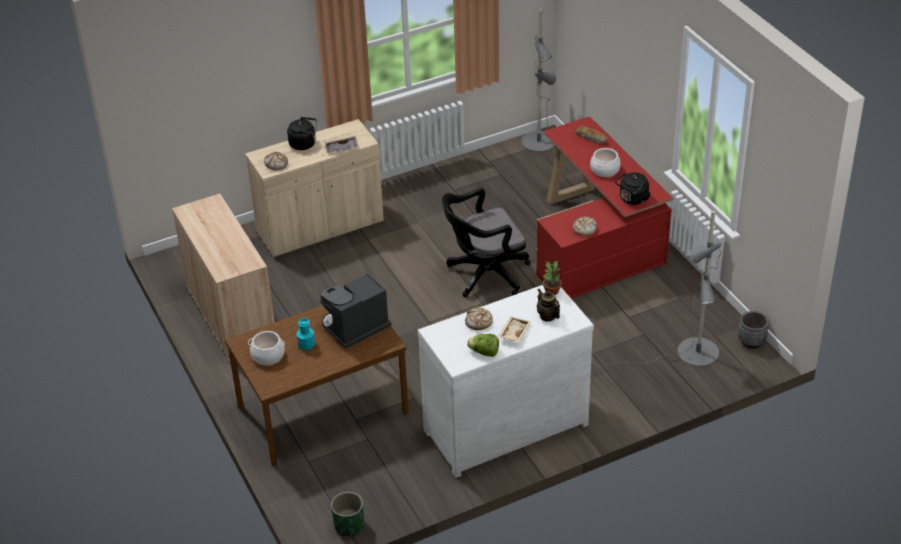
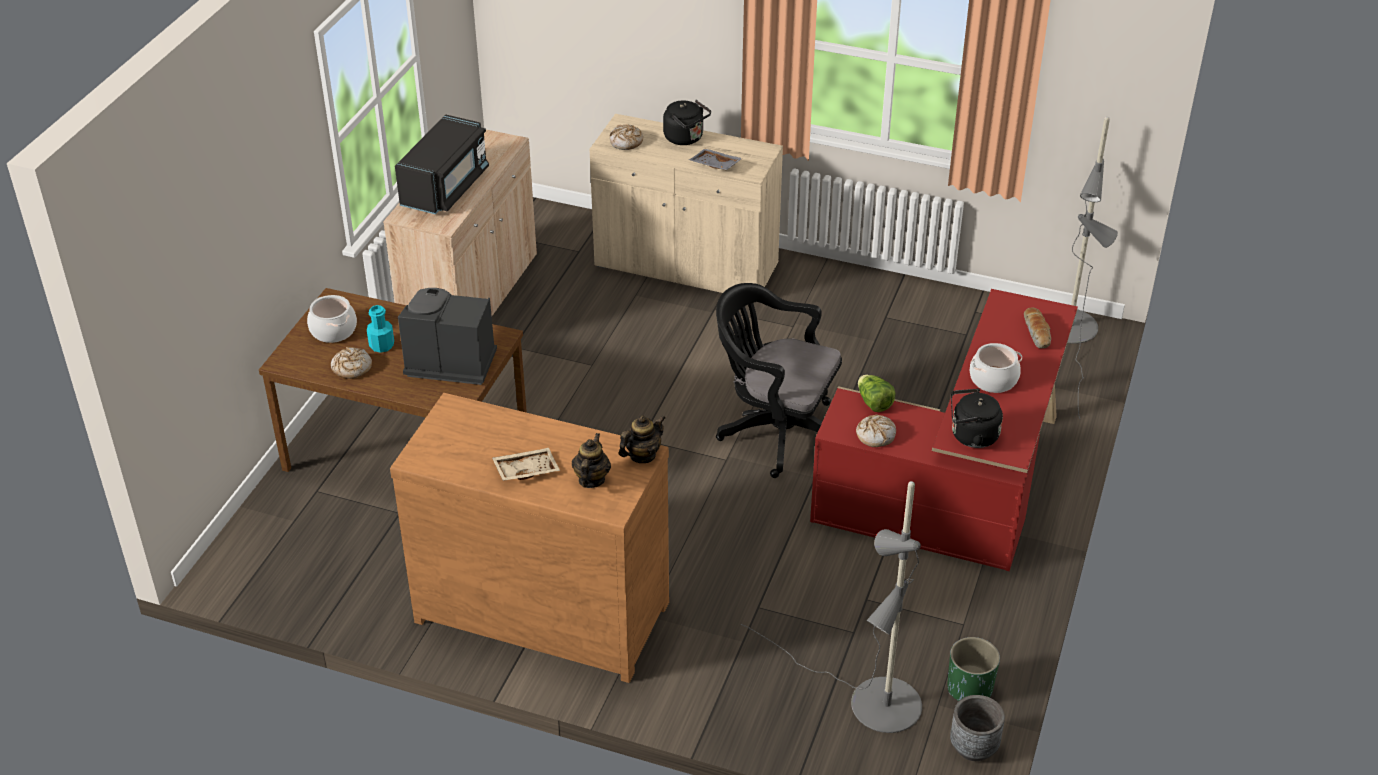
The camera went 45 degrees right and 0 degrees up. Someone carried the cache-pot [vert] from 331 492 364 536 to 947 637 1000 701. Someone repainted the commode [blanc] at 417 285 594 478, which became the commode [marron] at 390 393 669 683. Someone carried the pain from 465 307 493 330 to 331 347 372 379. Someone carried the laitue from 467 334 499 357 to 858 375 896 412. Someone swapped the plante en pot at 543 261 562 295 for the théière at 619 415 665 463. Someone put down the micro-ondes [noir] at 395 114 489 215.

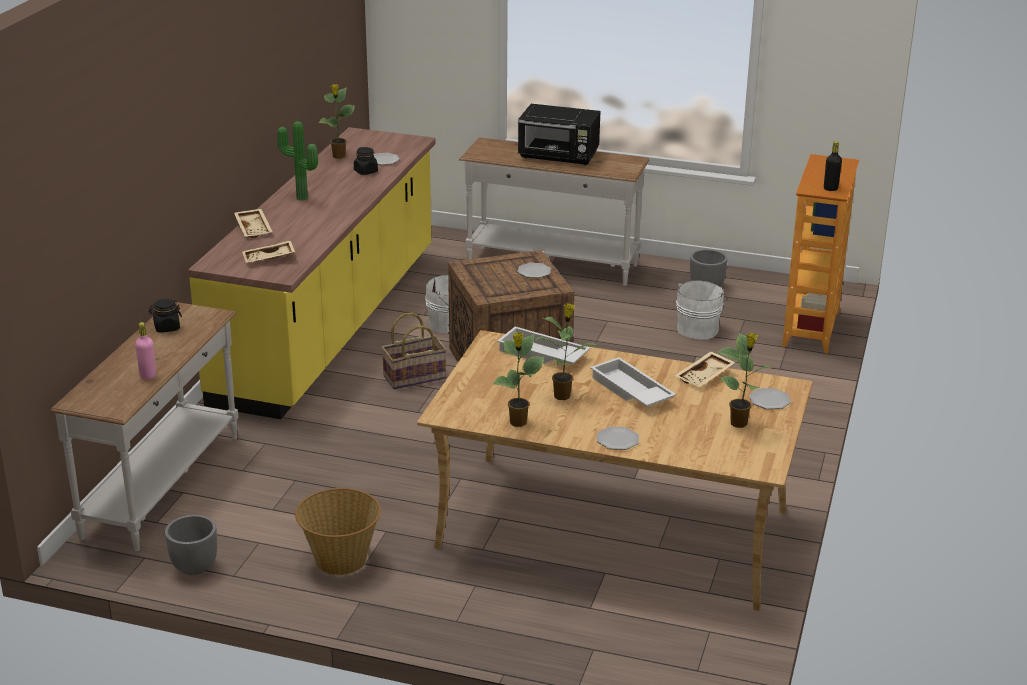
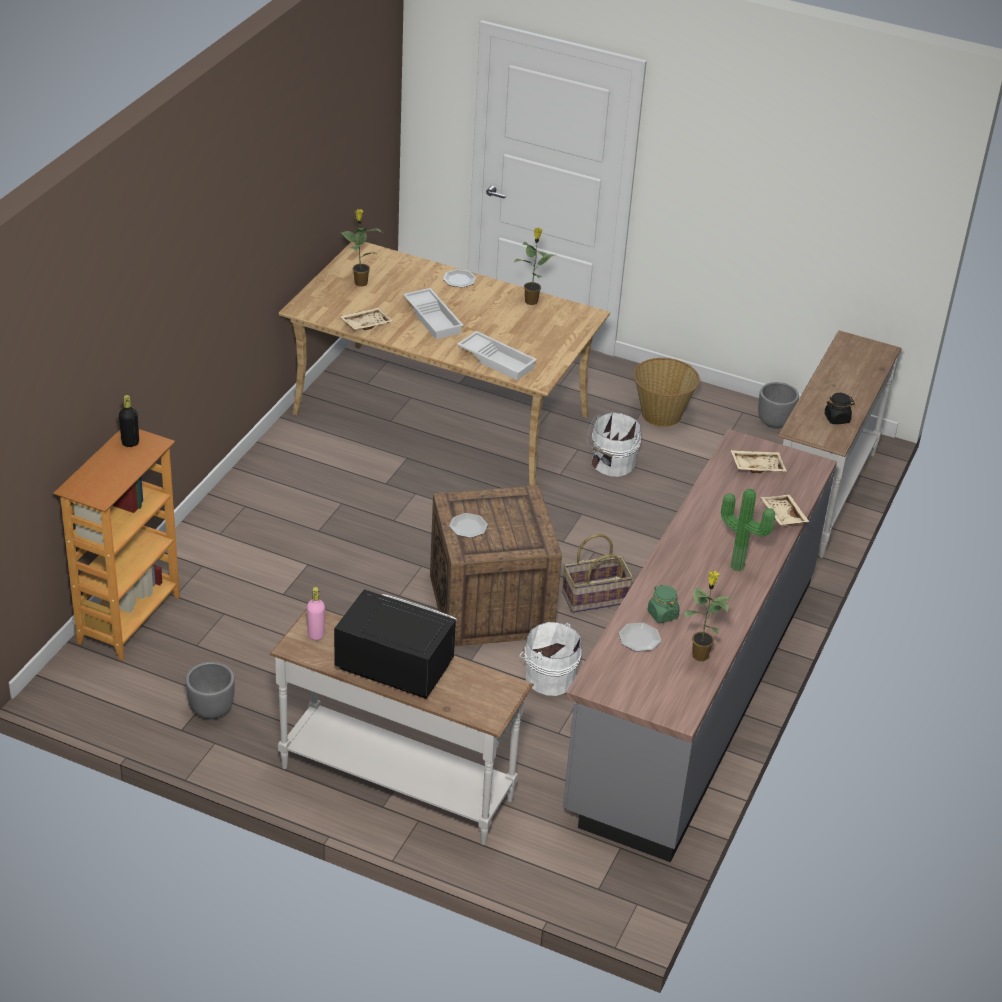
The camera went 175 degrees left and 10 degrees up. Someone carried the bouteille [rose] from 135 322 156 380 to 307 587 325 641. Someone repainted the comptoir de cuisine [jaune] at 188 127 435 419, which became the comptoir de cuisine [gris] at 563 429 837 862. Someone repainted the bocal [noir] at 354 147 378 175, which became the bocal [vert] at 647 585 680 623. Someone took away the plante en pot at 536 303 596 400. Someone carried the seau [blanc] from 676 280 728 339 to 587 412 641 477. Someone took away the assiette at 749 388 791 409.

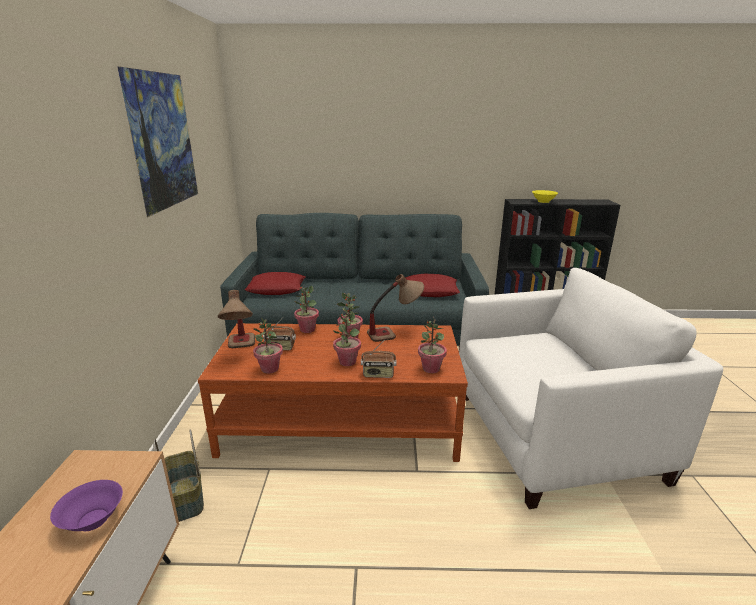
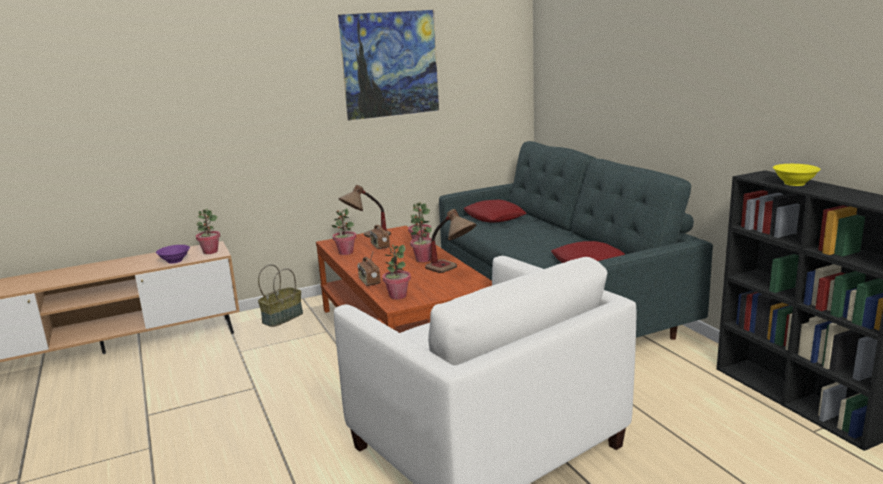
The camera went 65 degrees right and 5 degrees down. Someone carried the plante en pot from 333 312 361 366 to 196 209 220 254.

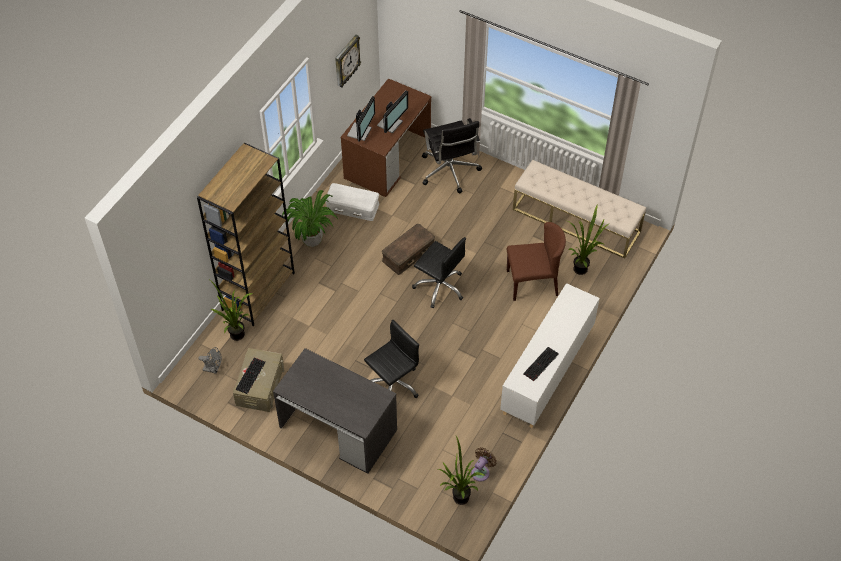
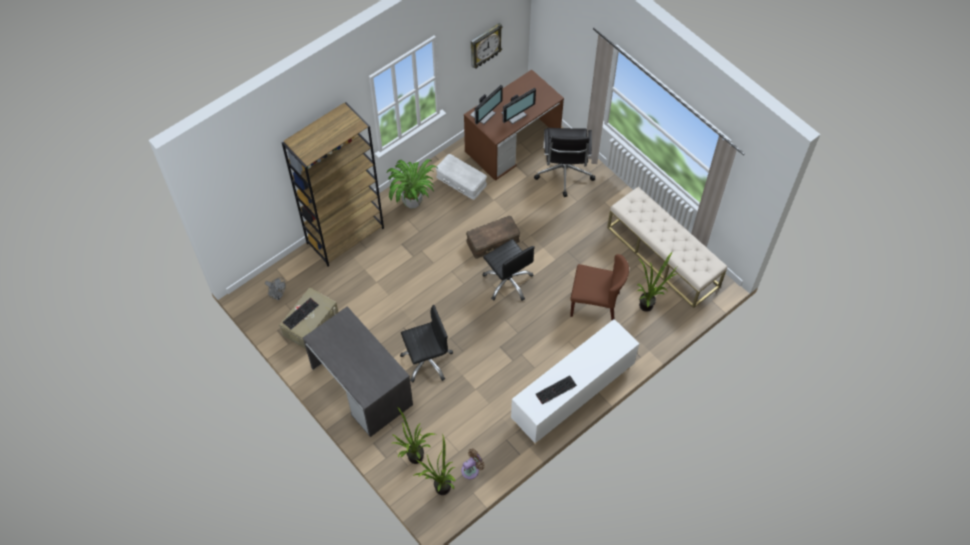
The camera went 20 degrees right and 5 degrees up. Someone carried the plante en pot from 210 280 253 341 to 391 406 435 464.

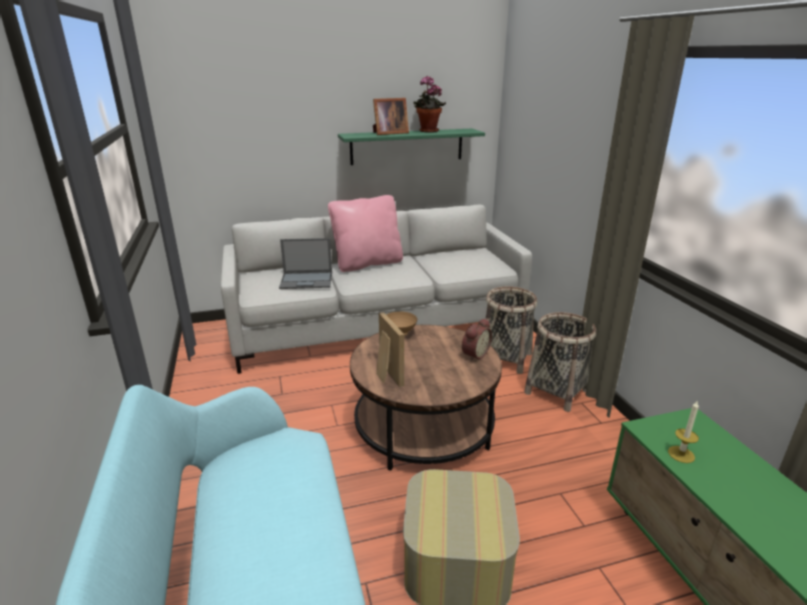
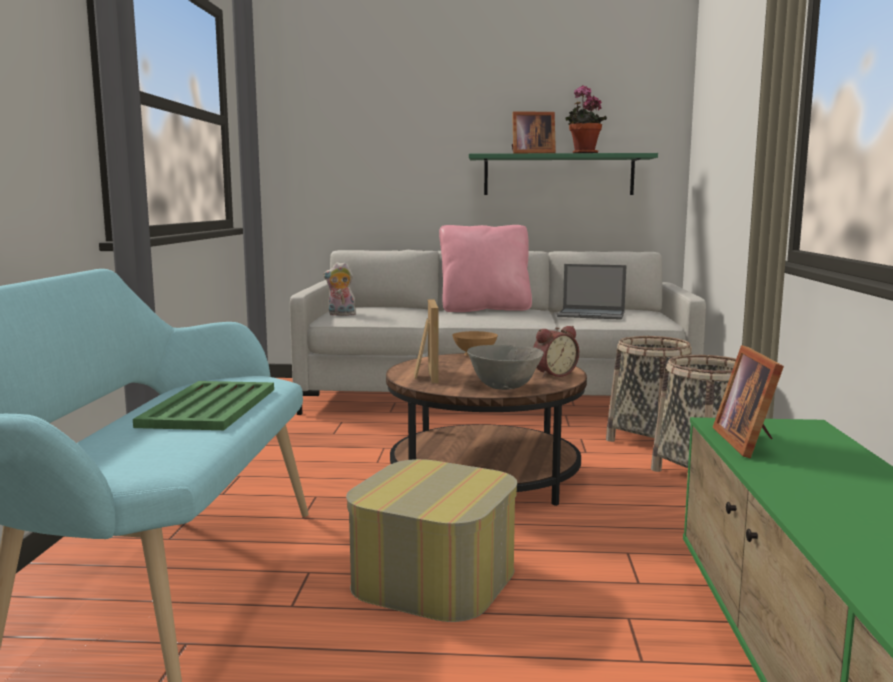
The camera went 20 degrees right and 15 degrees down. Someone carried the ordinateur portable from 279 238 332 289 to 557 264 626 320. Someone swapped the bougie at 668 400 699 463 for the cadre photo at 713 345 784 458. Someone put down the plateau [vert] at 133 381 274 430. Someone put down the peluche at 323 262 356 316. Someone put down the bol [gris] at 467 345 544 390.

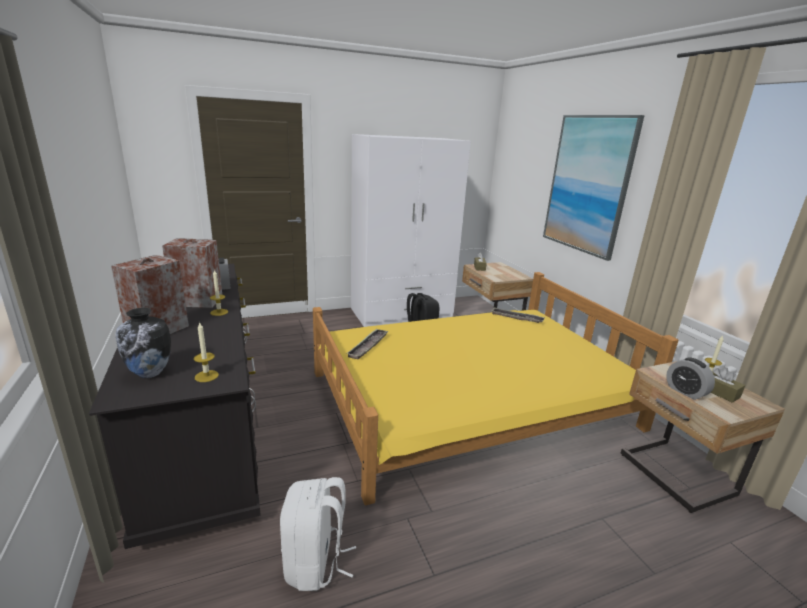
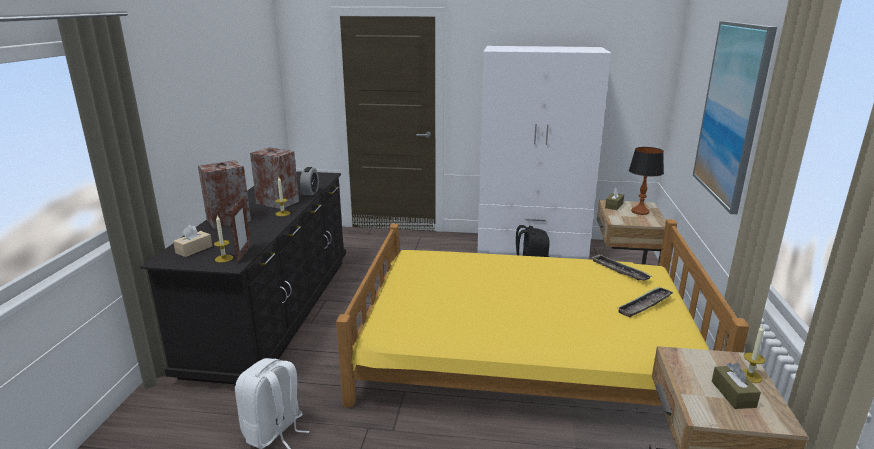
The camera went 30 degrees right and 0 degrees up. Someone swapped the vase at 115 308 171 378 for the boîte à mouchoirs [beige] at 173 225 212 257. Someone carried the plateau from 346 329 389 359 to 618 286 674 317. Someone took away the réveil at 666 357 715 400. Someone put down the cadre photo at 230 196 251 263. Someone put down the lampe de table at 629 147 664 215.

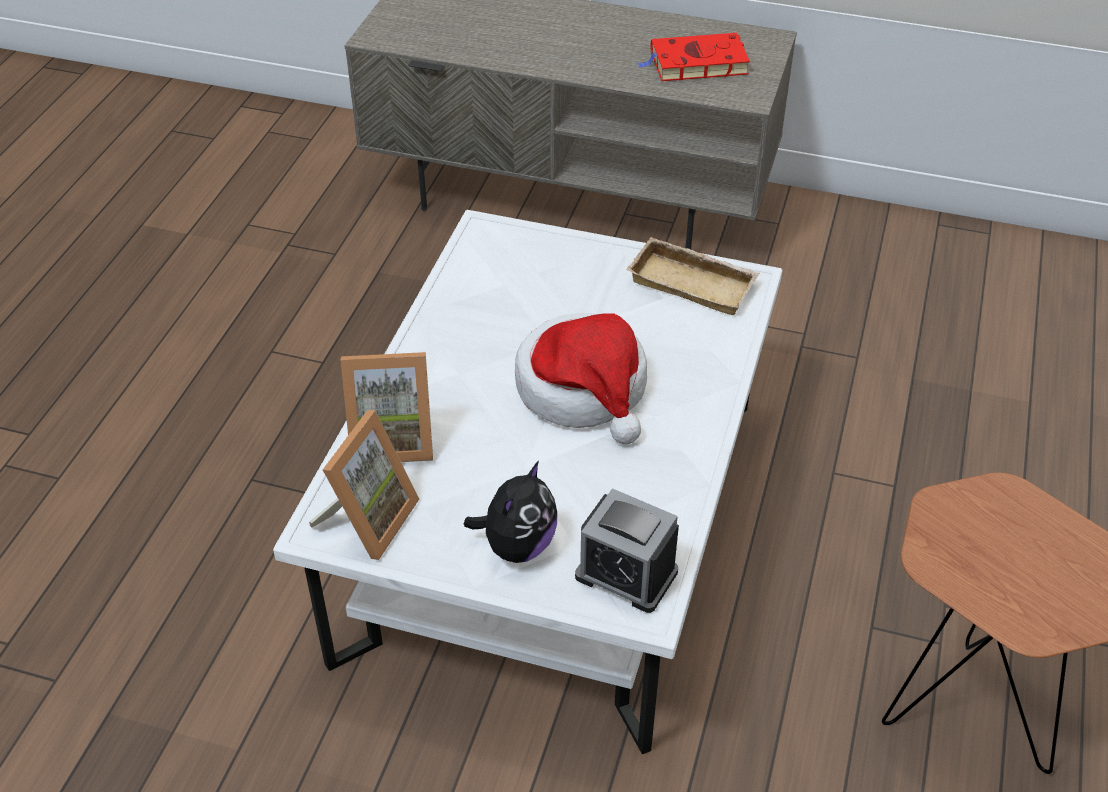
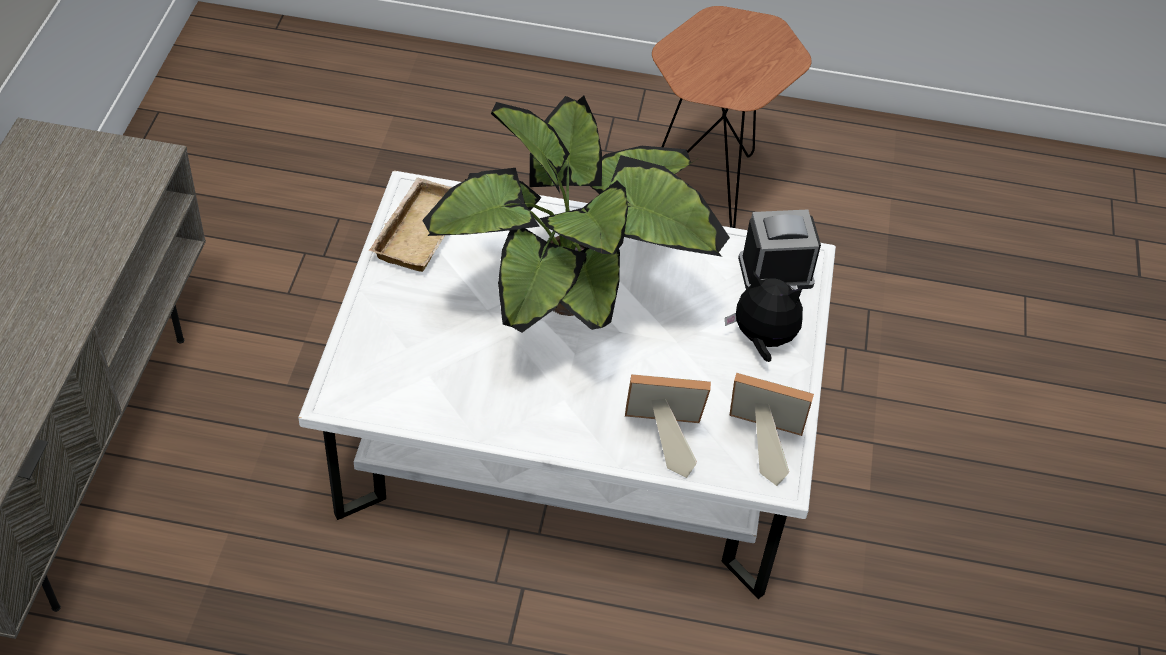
The camera went 100 degrees left and 5 degrees up. Someone rotated the cadre photo at 341 352 433 462 by 75 degrees counterclockwise. Someone swapped the chapeau at 515 313 647 444 for the plante en pot at 422 96 730 333. Someone rotated the réveil at 575 488 679 613 by 120 degrees counterclockwise. Someone took away the livre [rouge] at 636 33 750 81.

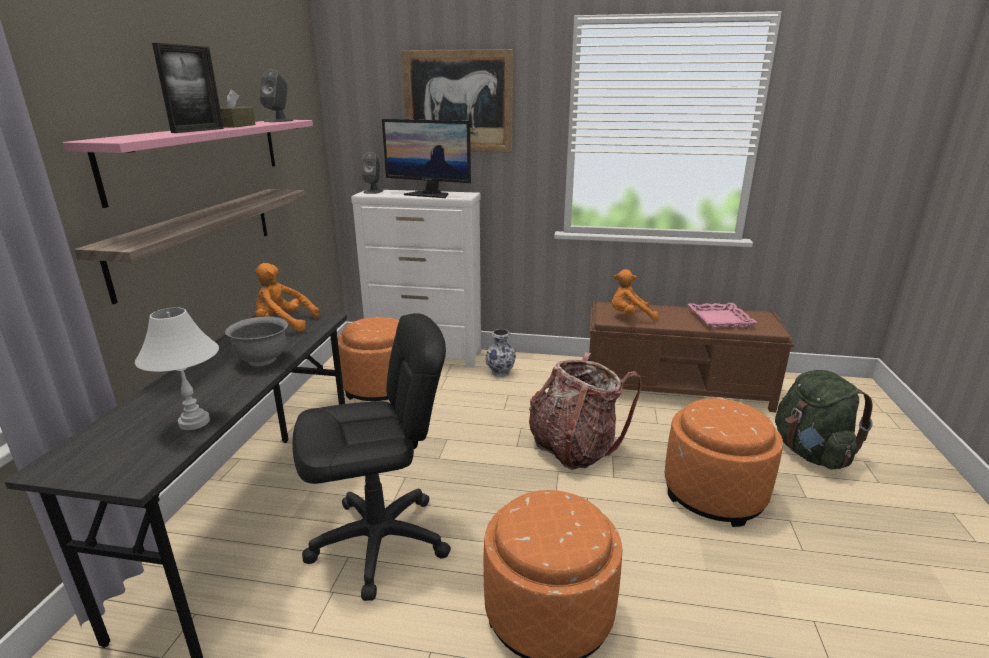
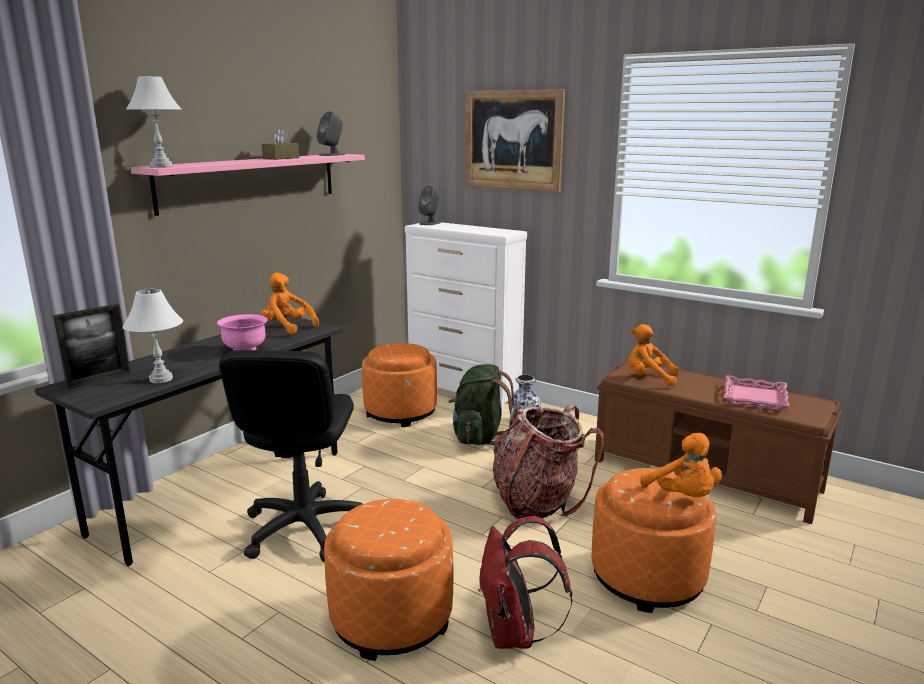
The camera went 25 degrees right and 5 degrees down. Someone took away the étagère at 74 189 305 304. Someone carried the cadre photo from 152 43 224 133 to 53 304 131 389. Someone repainted the bol [gris] at 225 316 288 366, which became the bol [rose] at 217 314 268 350. Someone rotated the chaise de bureau [noir] at 292 313 451 601 by 90 degrees clockwise. Someone took away the écran d'ordinateur at 382 119 471 198. Someone carried the sac à dos [vert] from 775 370 873 470 to 448 364 518 446. Someone put down the lampe de table [blanc] at 126 76 182 167. Someone put down the sac à dos [rouge] at 479 516 572 649. Someone put down the peluche [orange] at 640 433 722 497.

